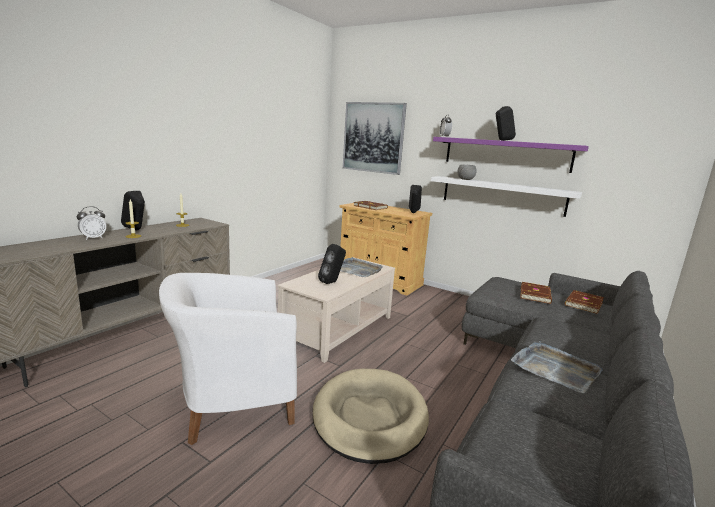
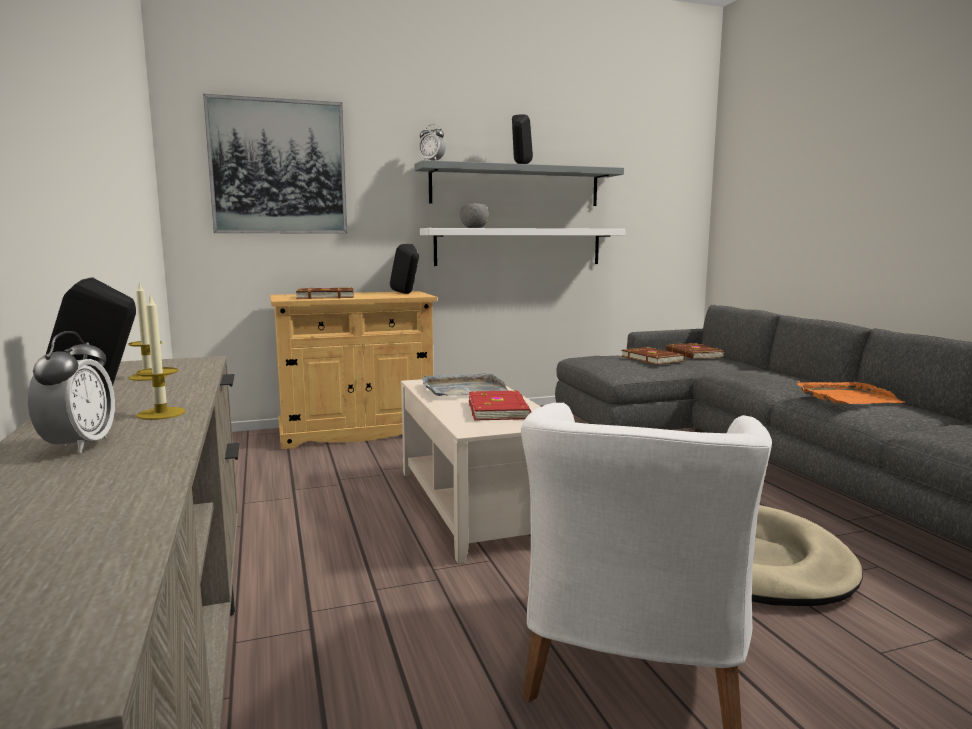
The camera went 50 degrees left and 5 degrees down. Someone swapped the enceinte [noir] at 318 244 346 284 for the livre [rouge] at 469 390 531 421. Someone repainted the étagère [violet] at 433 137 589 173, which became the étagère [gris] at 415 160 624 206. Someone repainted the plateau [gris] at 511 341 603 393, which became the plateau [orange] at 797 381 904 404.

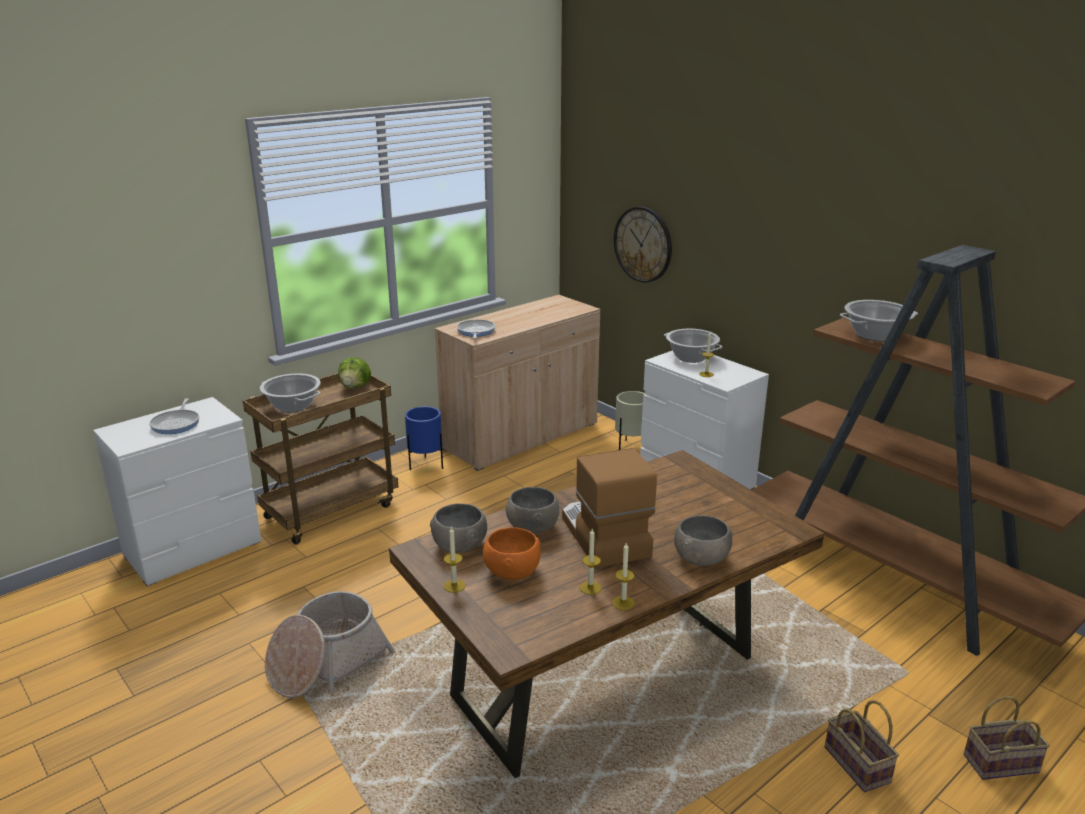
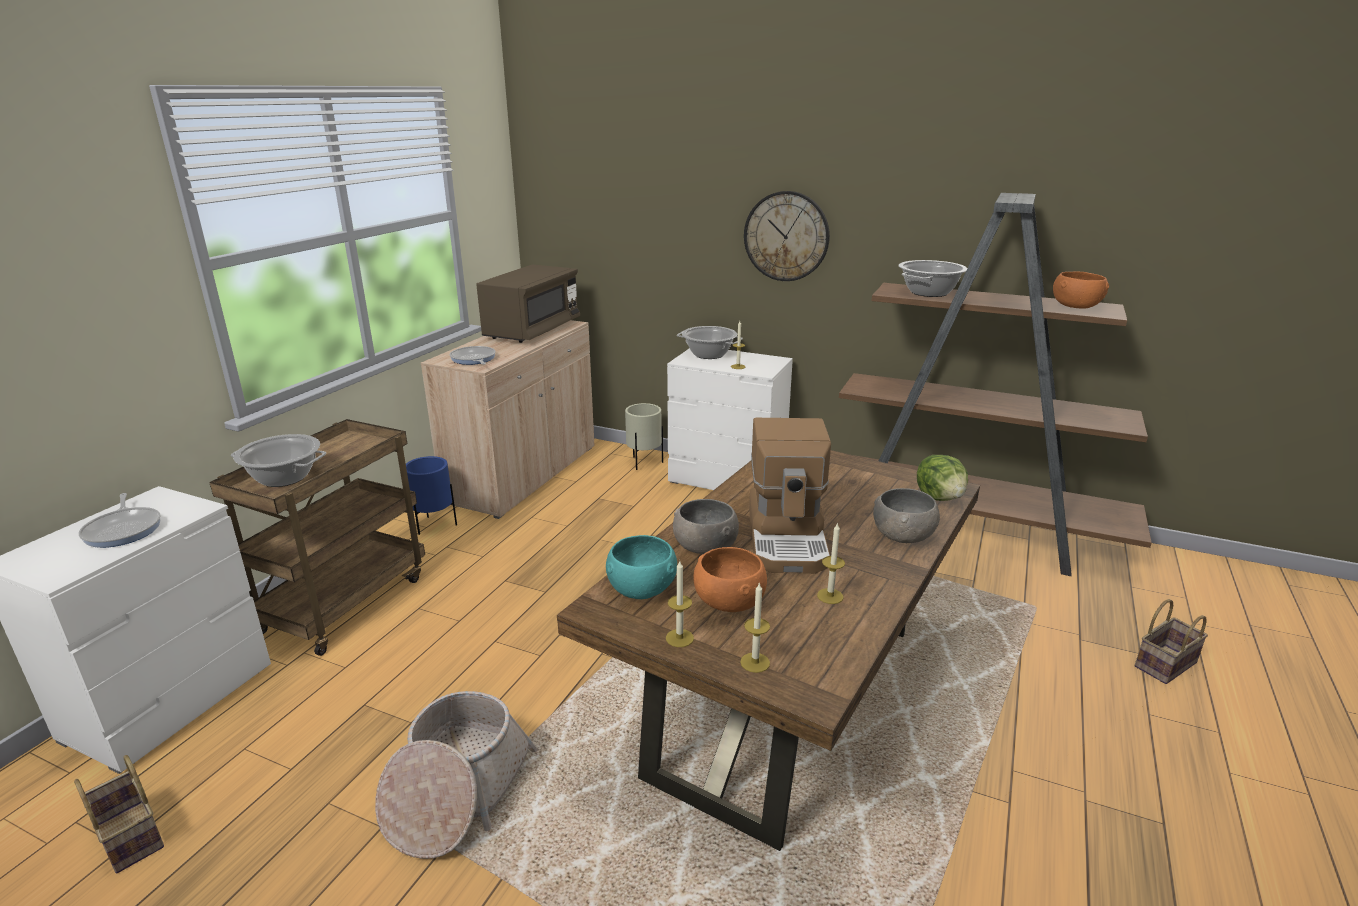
The camera went 25 degrees left and 0 degrees up. Someone carried the laitue from 338 357 371 388 to 917 455 968 501. Someone repainted the bol [gris] at 430 503 487 553, which became the bol [turquoise] at 606 535 677 599. Someone rotated the machine à café at 562 448 657 568 by 135 degrees counterclockwise. Someone carried the bougie from 612 543 635 610 to 740 582 770 673. Someone carried the horloge murale from 614 206 672 283 to 744 191 830 281. Someone carried the panier from 825 700 899 792 to 74 755 164 873. Someone put down the micro-ondes [marron] at 476 265 580 343. Someone put down the bol [orange] at 1053 272 1109 309.

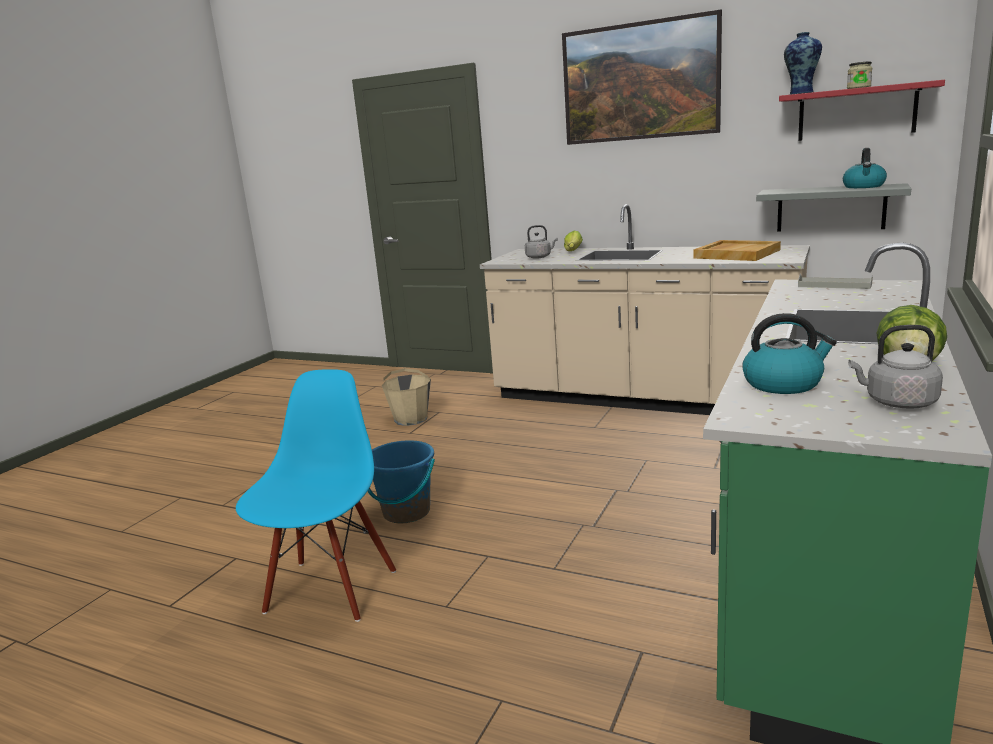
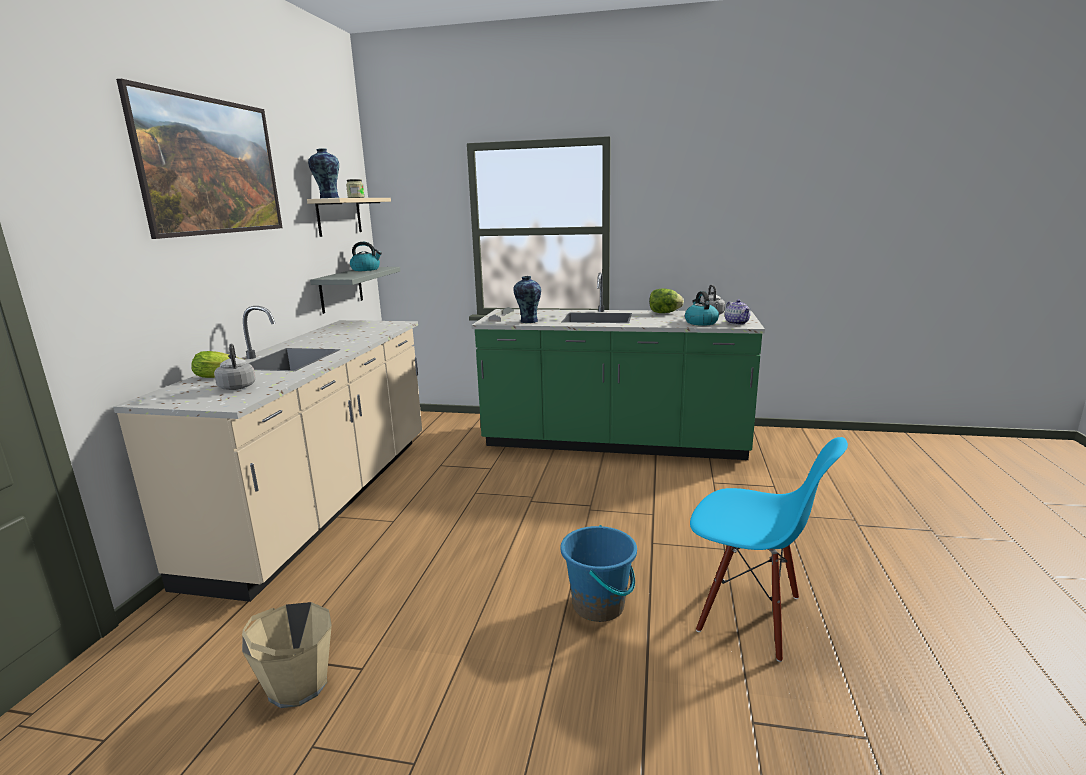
The camera went 105 degrees left and 0 degrees up. Someone rotated the chaise [bleu] at 236 369 396 622 by 150 degrees counterclockwise. Someone took away the plateau [beige] at 693 240 781 261. Someone repainted the étagère [rouge] at 779 80 945 141, which became the étagère [beige] at 307 198 391 237. Someone put down the vase at 513 276 541 323. Someone put down the théière at 725 299 750 325.

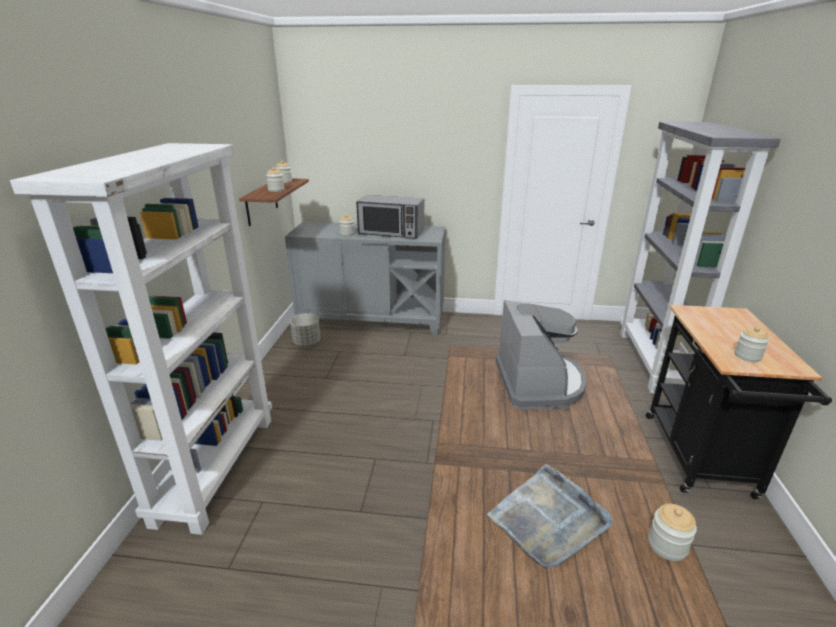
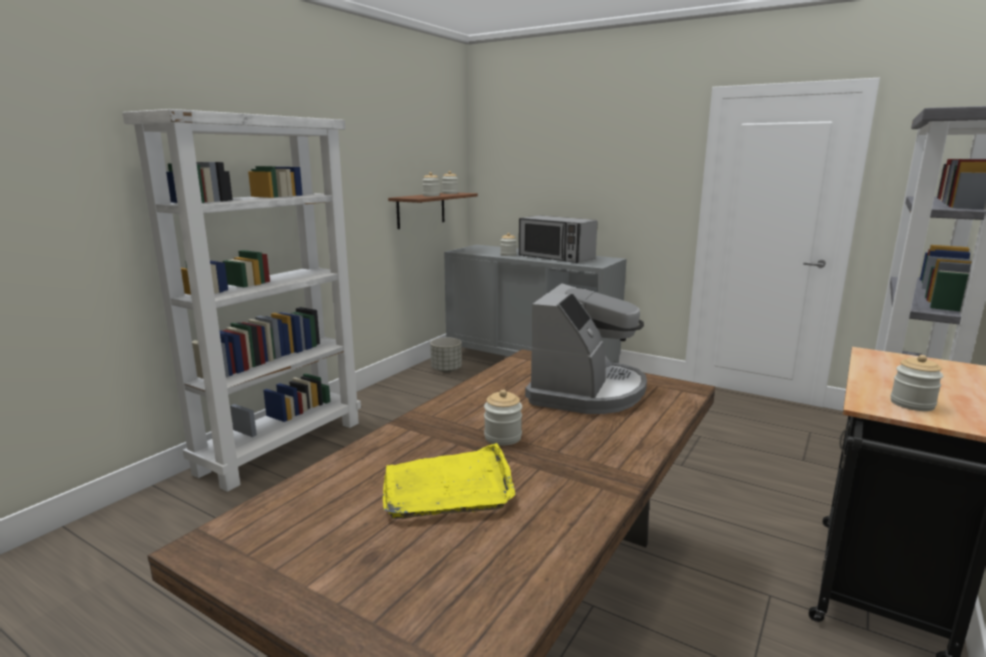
The camera went 25 degrees right and 10 degrees down. Someone repainted the plateau [gris] at 487 464 612 568, which became the plateau [jaune] at 383 443 515 519. Someone carried the bocal from 648 504 697 561 to 484 390 522 446.

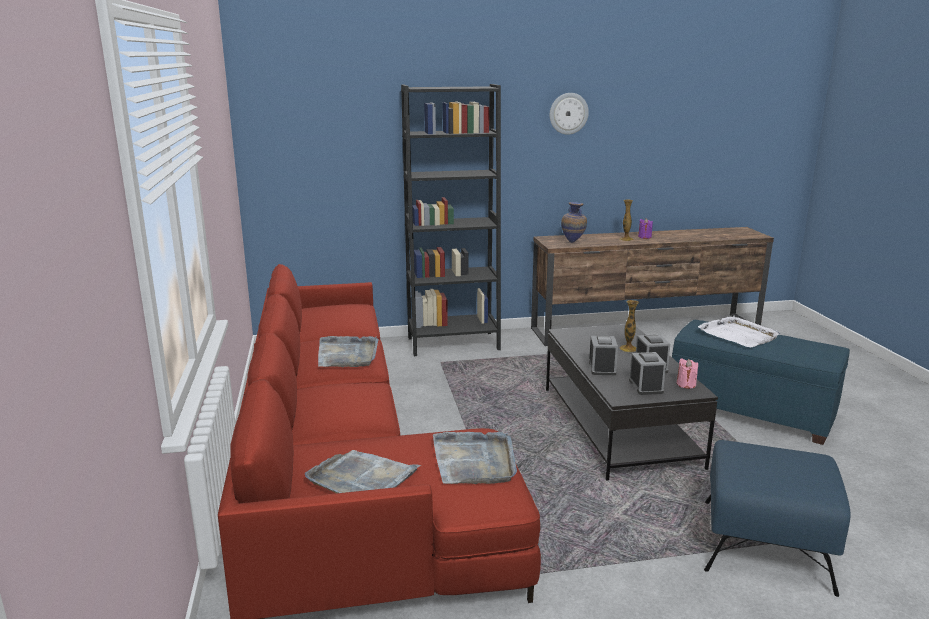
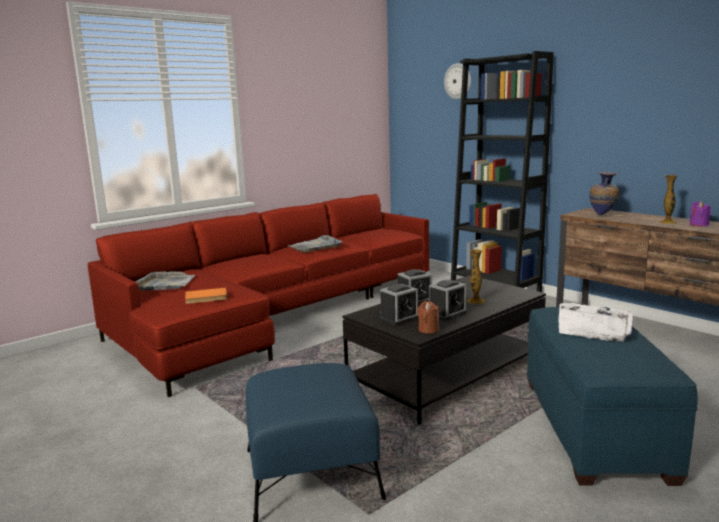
The camera went 60 degrees right and 5 degrees down. Someone swapped the plateau [gris] at 433 432 517 484 for the livre [orange] at 185 288 227 304. Someone carried the horloge murale from 550 93 589 135 to 444 63 471 99. Someone repainted the bougie [rose] at 677 359 698 389, which became the bougie [marron] at 417 301 439 333.

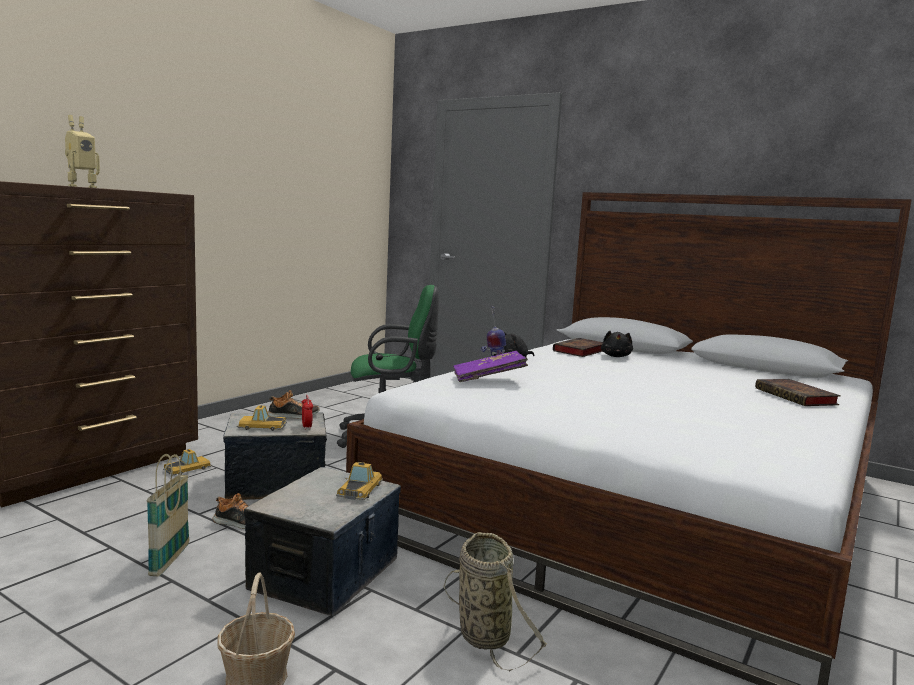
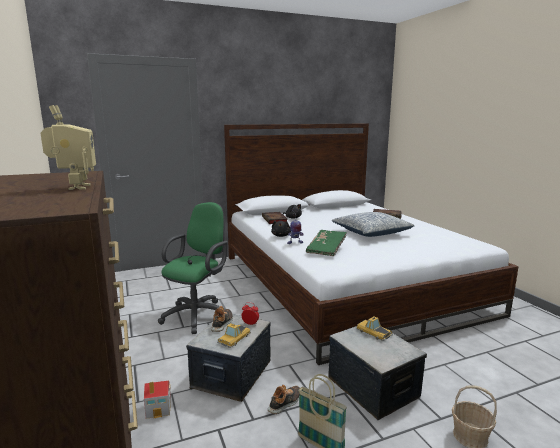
The camera went 55 degrees left and 5 degrees up. Someone swapped the petite voiture at 163 449 211 475 for the maison miniature at 144 381 171 419. Someone took away the panier at 444 532 547 671. Someone repainted the livre [violet] at 453 351 528 382, which became the livre [vert] at 306 230 347 256. Someone put down the coussin at 332 212 415 237.

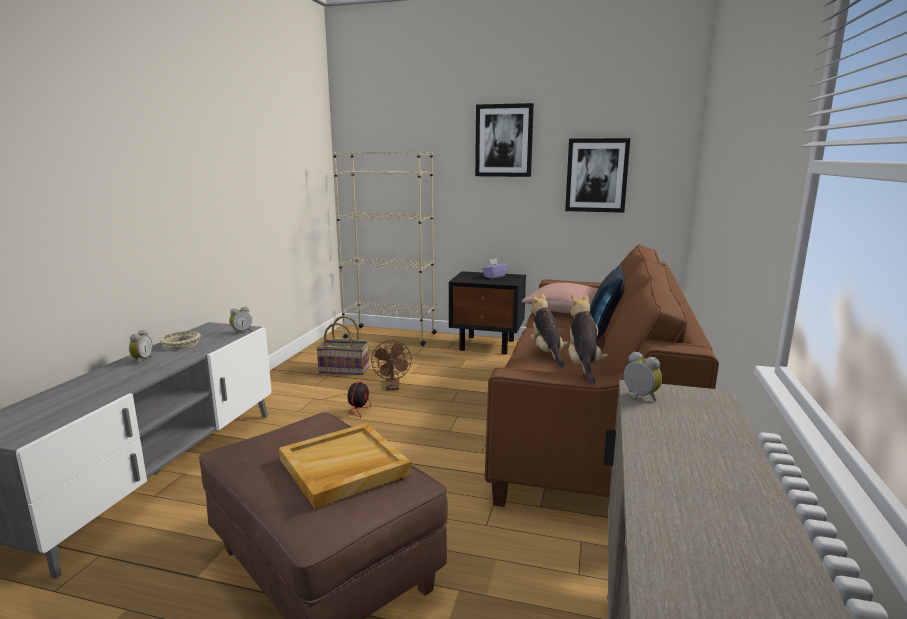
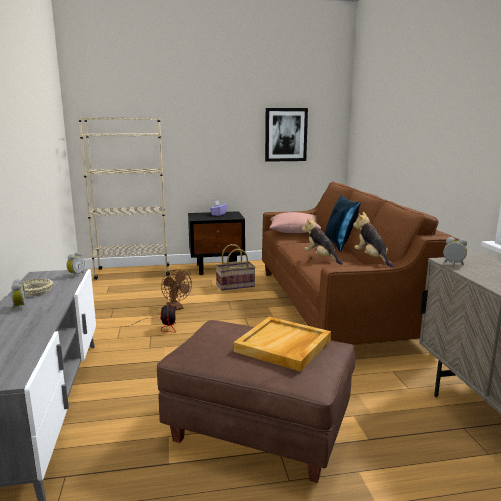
The camera went 25 degrees left and 0 degrees up. Someone carried the panier from 316 316 369 375 to 215 244 256 291. Someone took away the tableau at 475 103 534 177.

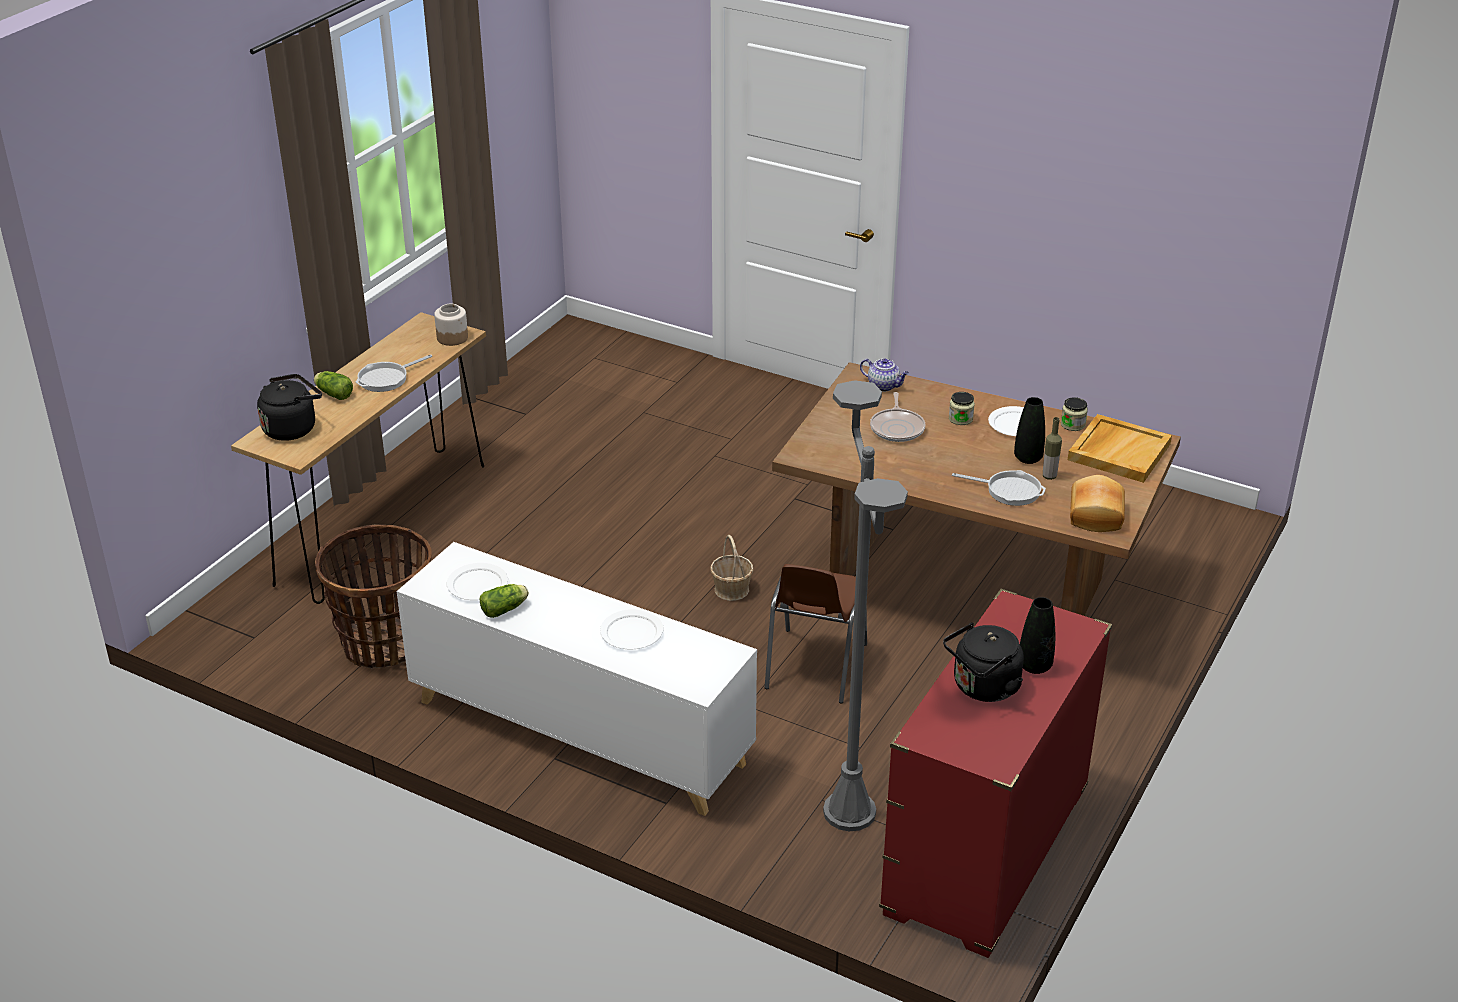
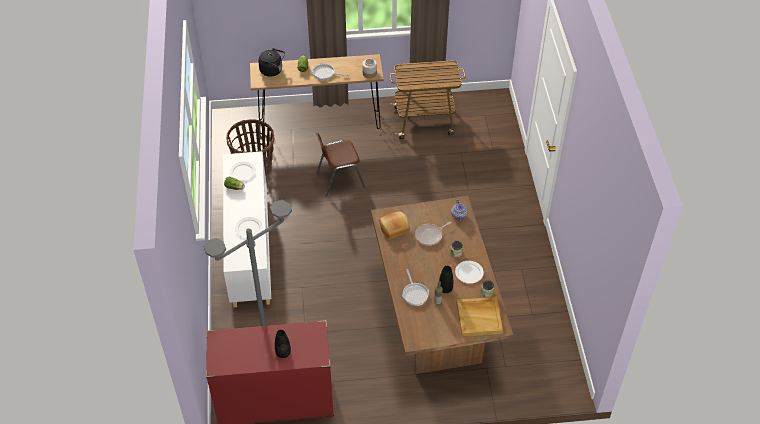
The camera went 55 degrees right and 15 degrees up. Someone took away the panier at 710 535 754 601. Someone carried the chaise [marron] from 765 564 867 704 to 316 133 365 197. Someone took away the bouilloire [noir] at 943 622 1024 702. Someone carried the pain from 1070 475 1125 532 to 379 211 410 239. Someone put down the chariot at 390 60 466 139.

